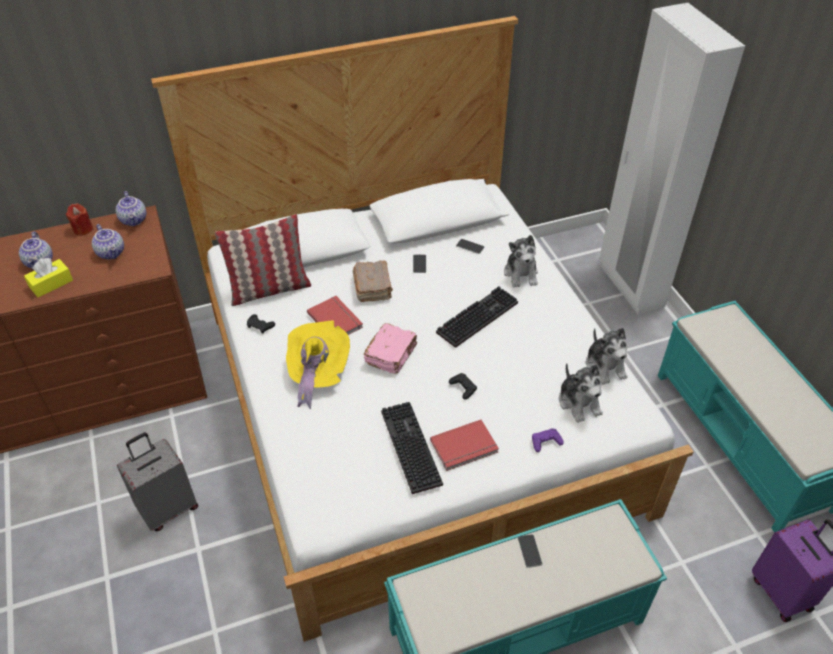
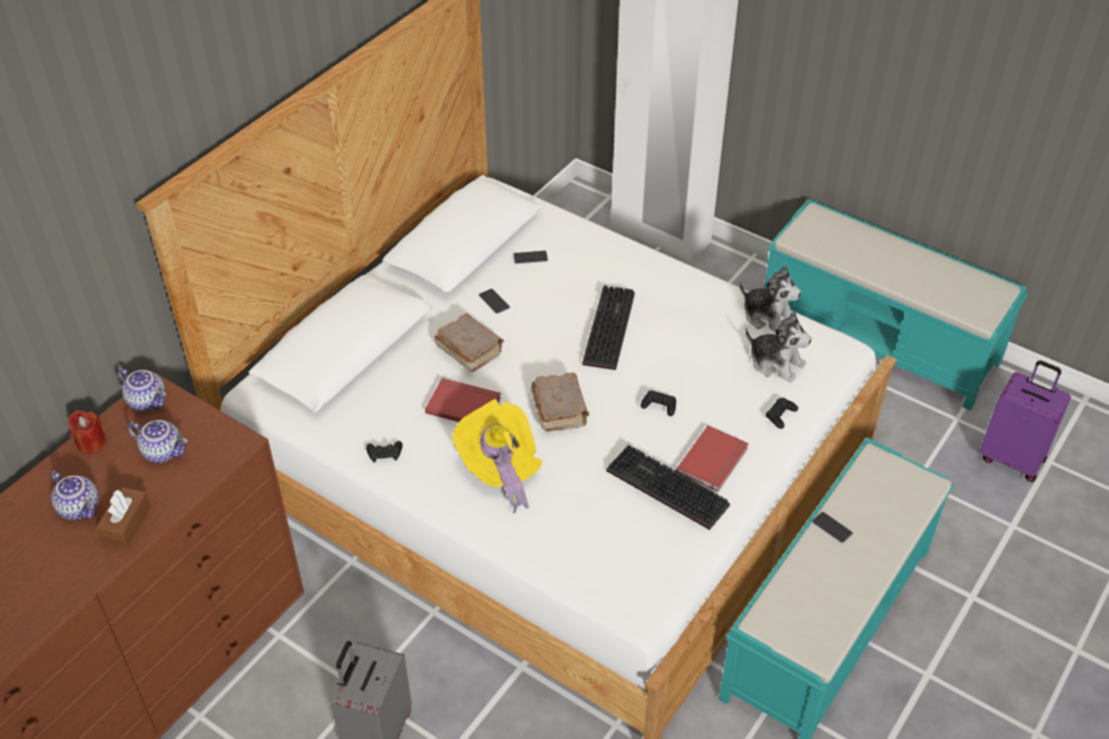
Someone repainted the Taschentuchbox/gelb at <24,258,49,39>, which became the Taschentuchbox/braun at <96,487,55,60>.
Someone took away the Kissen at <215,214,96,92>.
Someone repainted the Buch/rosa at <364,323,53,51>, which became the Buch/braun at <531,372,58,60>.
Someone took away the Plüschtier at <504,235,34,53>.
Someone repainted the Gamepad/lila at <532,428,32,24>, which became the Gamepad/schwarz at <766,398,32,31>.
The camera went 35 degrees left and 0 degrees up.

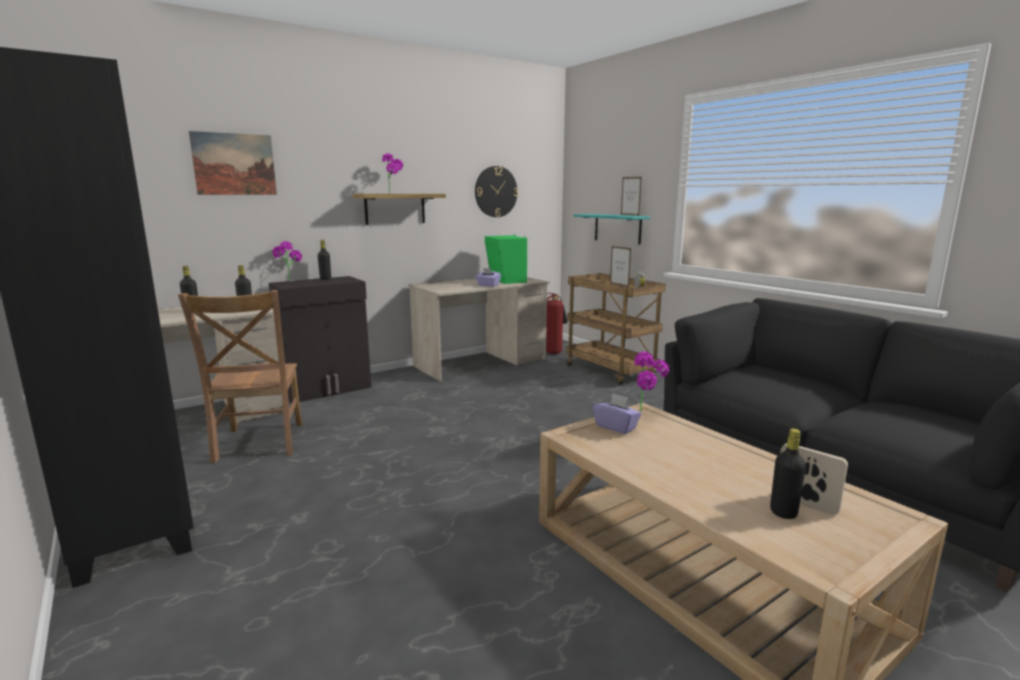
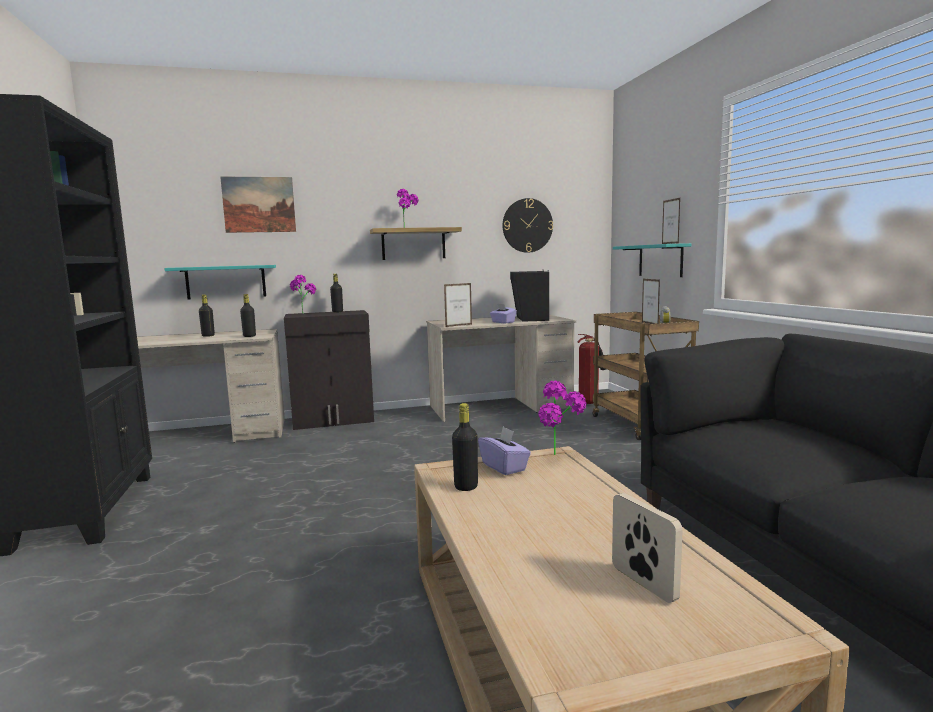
Someone took away the Stuhl/braun at <178,290,124,173>.
Someone repainted the Lautsprecher/grün at <485,234,42,50>, which became the Lautsprecher/schwarz at <510,271,39,51>.
Someone carried the Flasche/schwarz from <770,429,36,90> to <452,403,26,88>.
Someone put up the Wandregal/türkis at <164,265,112,35>.
Someone put down the Bilderrahmen at <444,283,28,44>.
The camera went 20 degrees right and 5 degrees down.

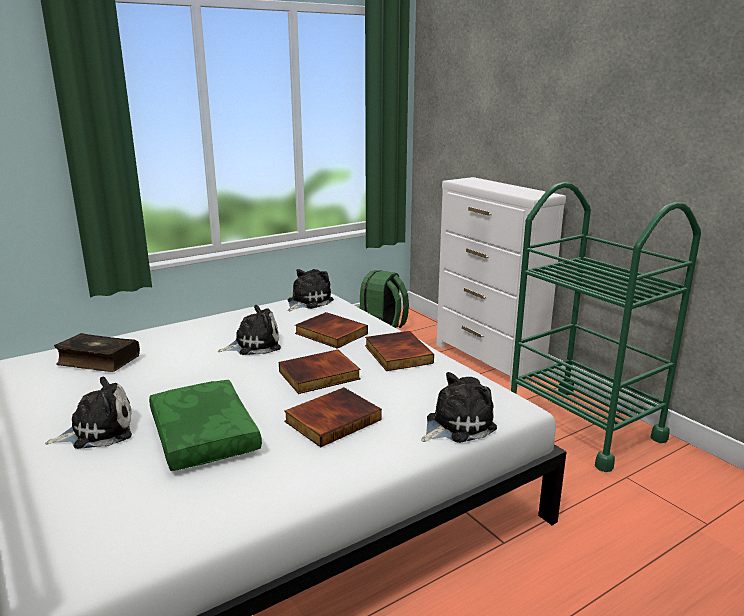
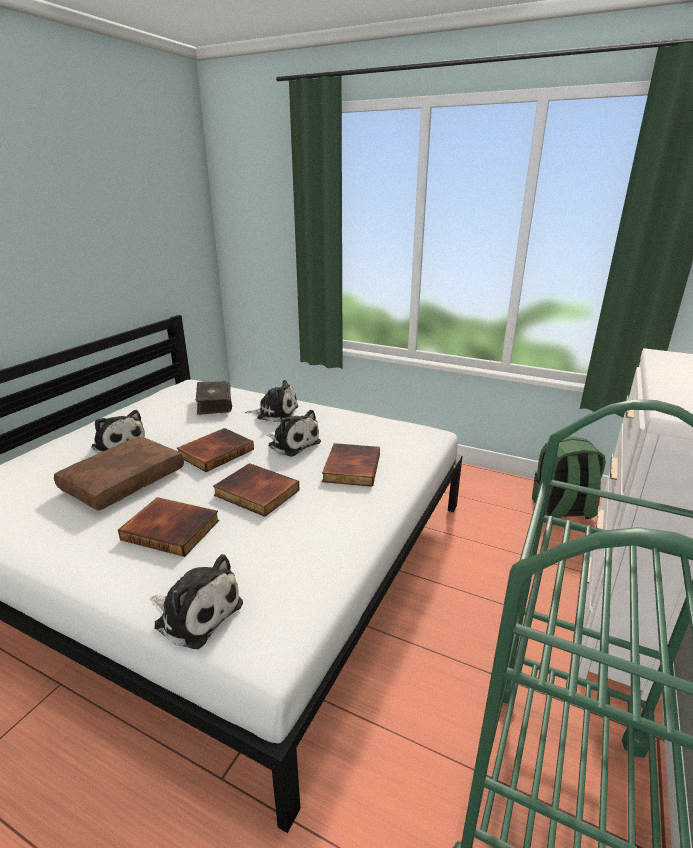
Someone repainted the Kissen/grün at <149,380,113,91>, which became the Kissen/braun at <54,436,130,75>.
Someone carried the Plüschtier from <288,269,46,42> to <245,380,53,42>.
Someone carried the Buch from <365,331,69,40> to <177,428,77,44>.
The camera went 60 degrees right and 5 degrees up.

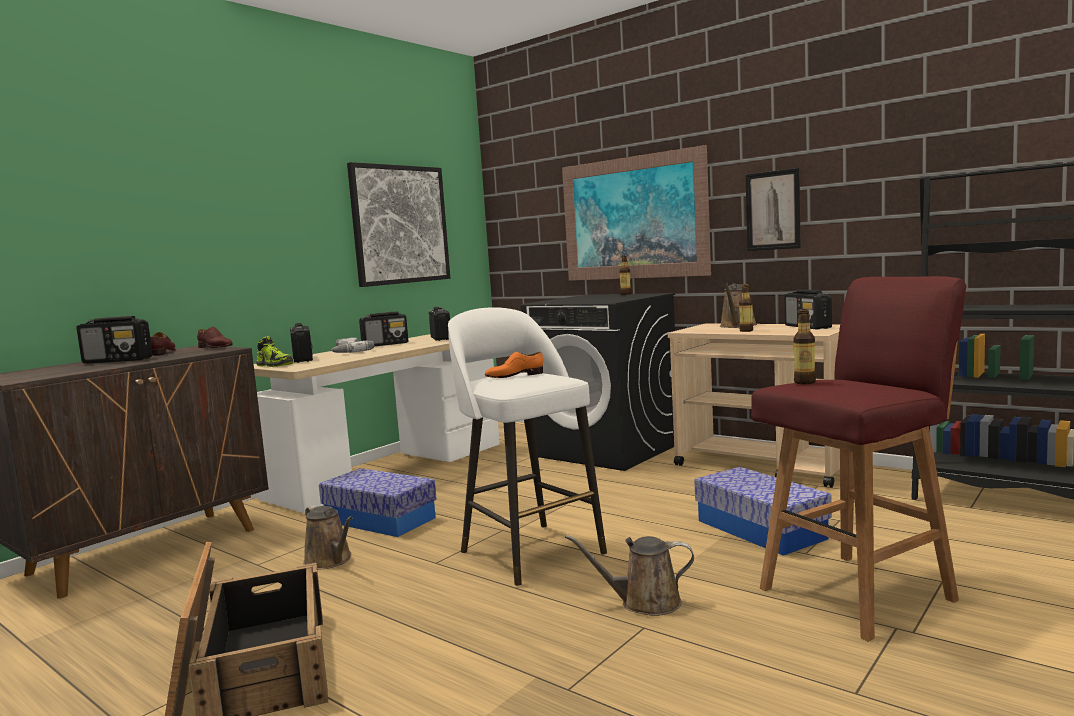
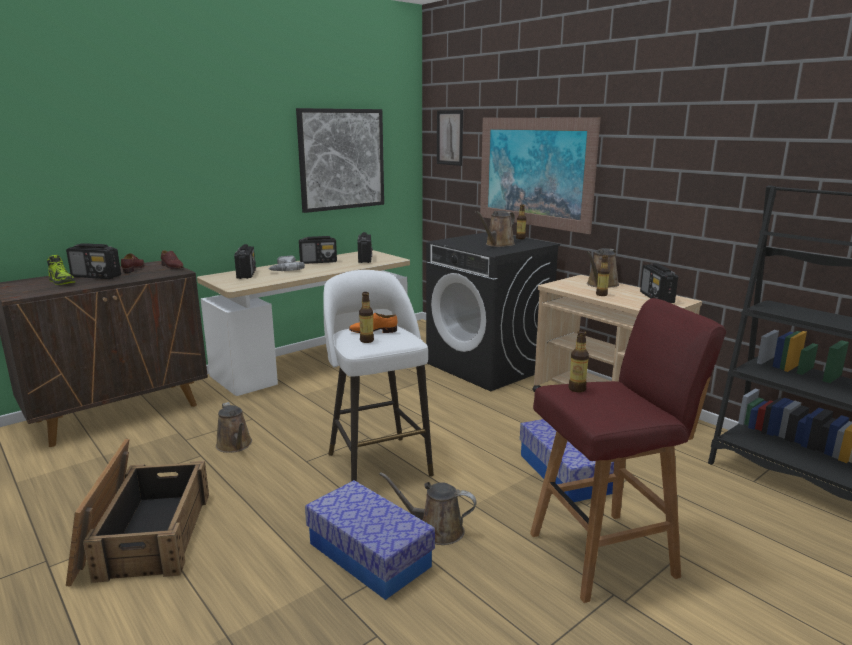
Someone carried the Schuh from <256,336,37,31> to <47,255,28,30>.
Someone carried the Aufbewahrungsbox from <319,468,118,69> to <305,480,130,120>.
Someone carried the Bild from <745,168,56,83> to <437,110,26,56>.
Someone put down the Flasche at <359,292,15,51>.
Someone put down the Gießkanne/braun at <476,211,39,36>.
The camera went 10 degrees right and 10 degrees up.

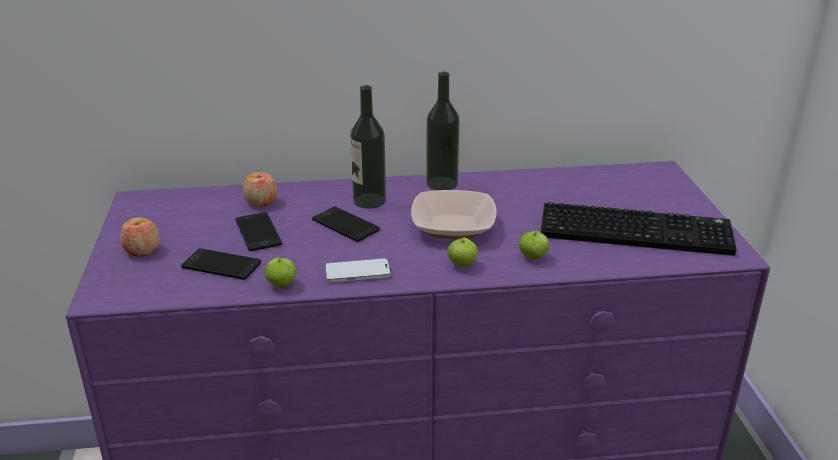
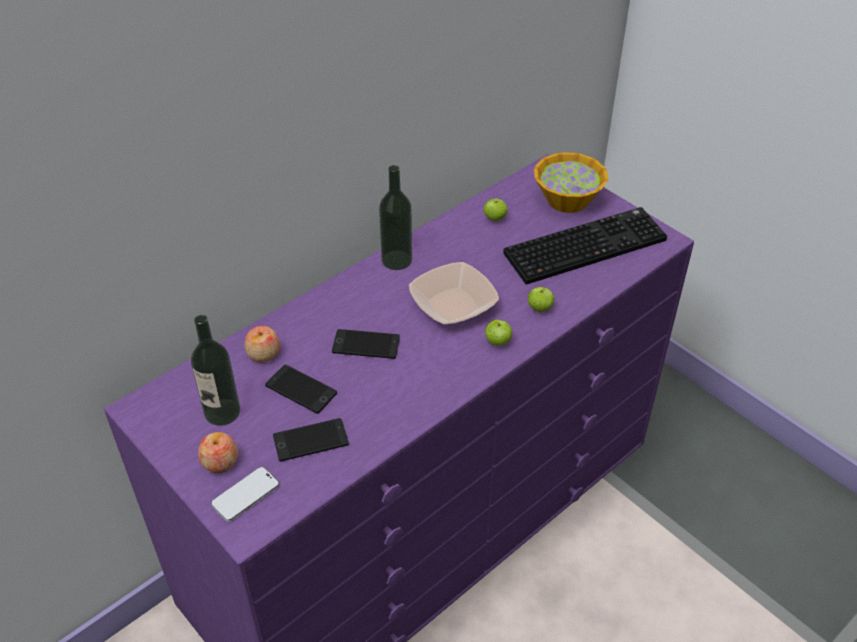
Someone carried the Apfel from <264,257,32,31> to <484,198,24,23>.
Someone carried the Handy from <325,258,66,24> to <211,467,68,55>.
Someone carried the Flasche from <350,85,36,124> to <191,315,49,111>.
Someone put down the Schüssel at <534,152,74,61>.
The camera went 35 degrees left and 15 degrees up.

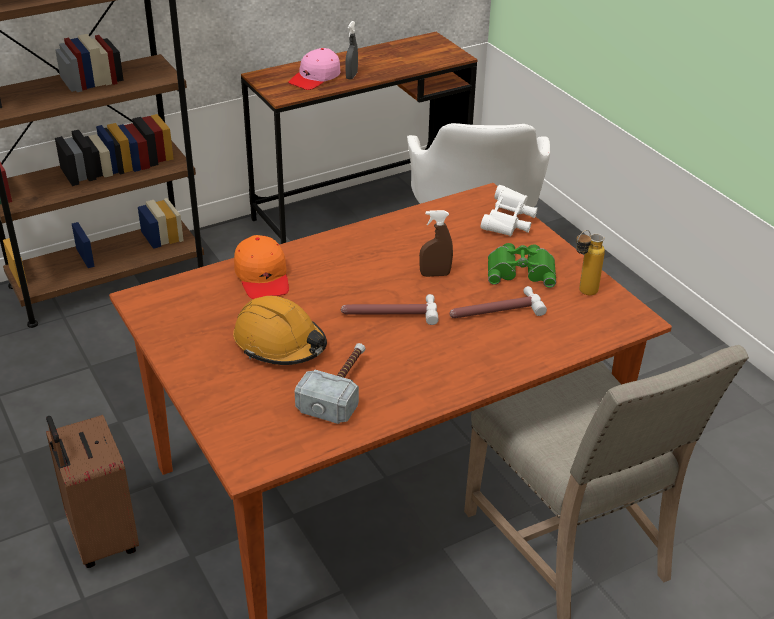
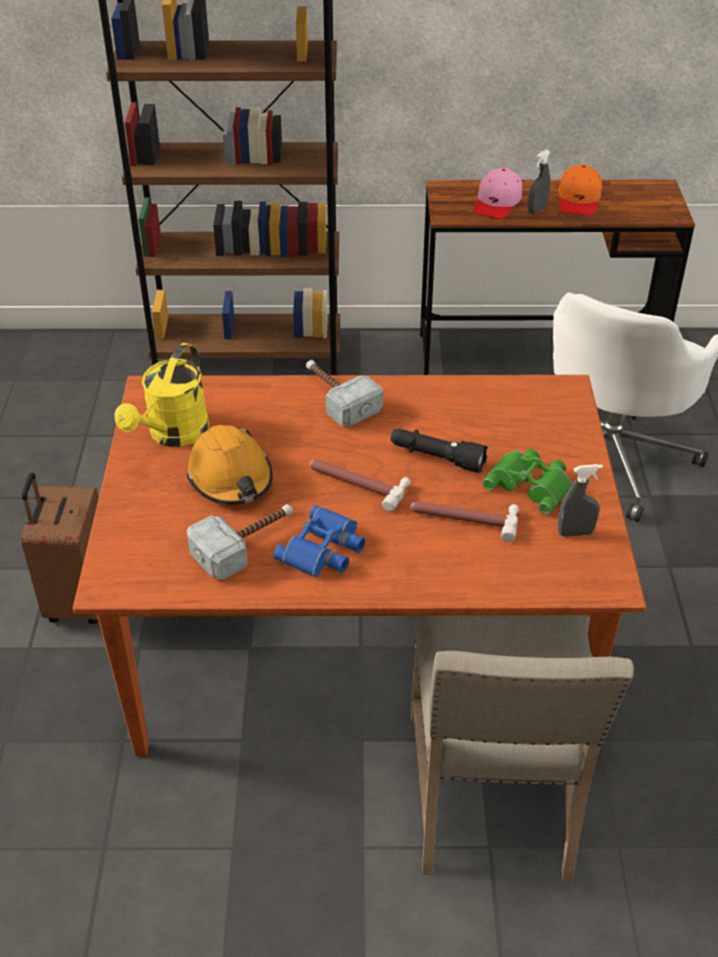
Someone carried the Kappe/orange from <234,235,55,64> to <559,164,43,51>.
Someone rotated the Kappe/rosa at <288,48,52,42> by 45 degrees counterclockwise.
Someone swapped the Sprühflasche/braun at <419,210,34,67> for the Taschenlampe/schwarz at <391,429,97,44>.
Someone took away the Fernglas/weiß at <481,185,57,52>.
Someone swapped the Flasche at <576,230,29,65> for the Sprühflasche/grau at <558,464,45,73>.
Someone put down the Gießkanne/gelb at <114,343,95,104>.
Someone put down the Fernglas/blau at <273,505,92,72>.
Someone put down the Hammer at <306,360,77,66>.
The camera went 30 degrees right and 5 degrees up.

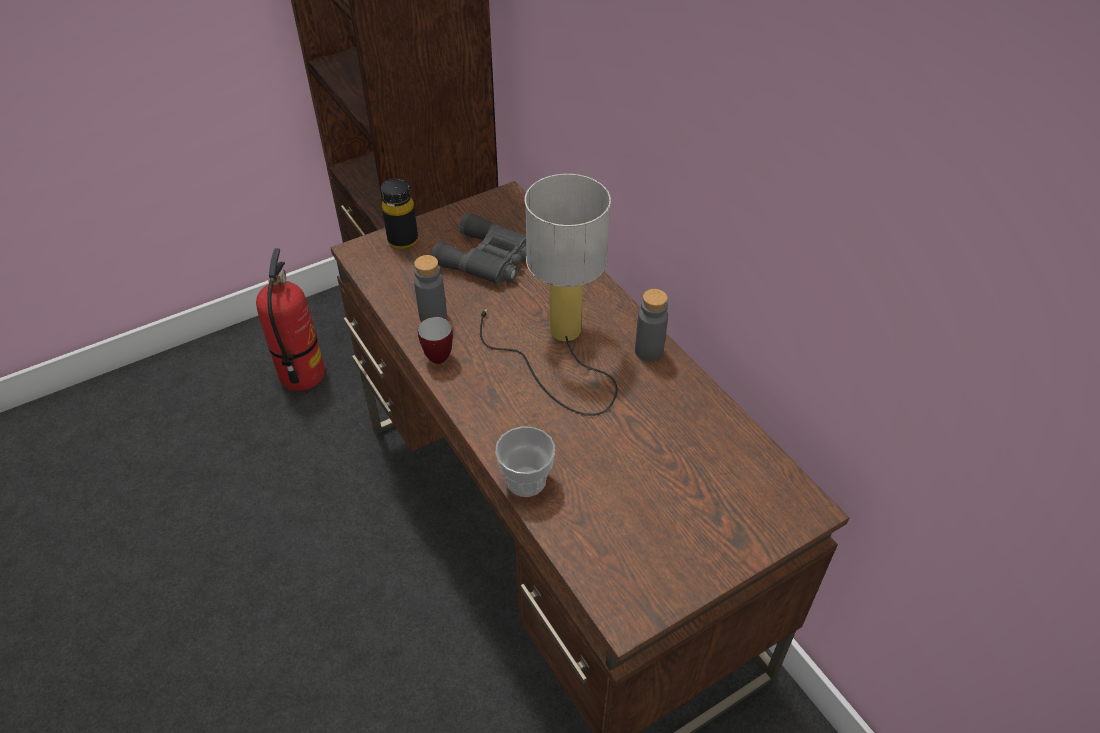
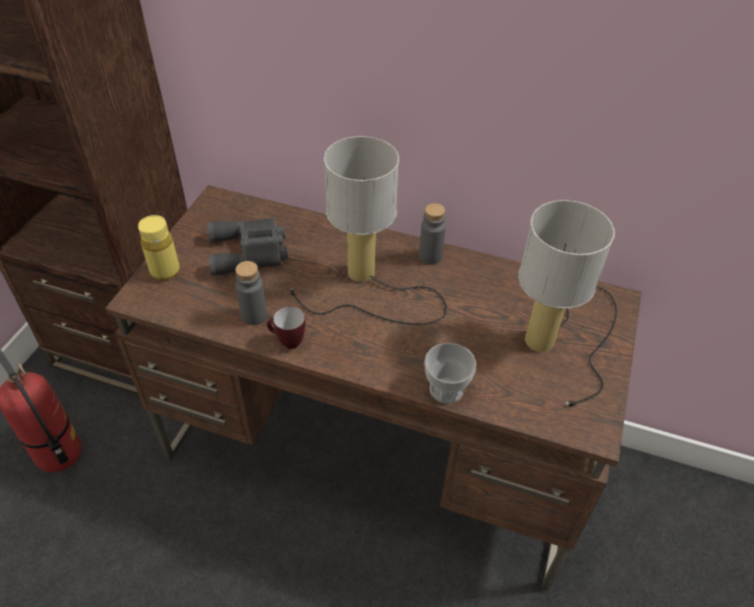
Someone repainted the Flasche/schwarz at <381,178,37,71>, which became the Flasche/gelb at <138,215,42,66>.
Someone put down the Tischlampe at <518,200,99,207>.
The camera went 40 degrees left and 0 degrees up.

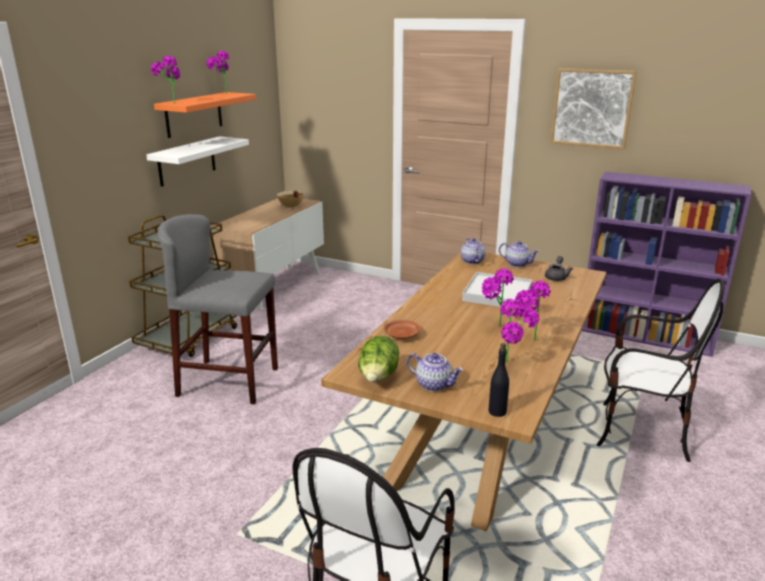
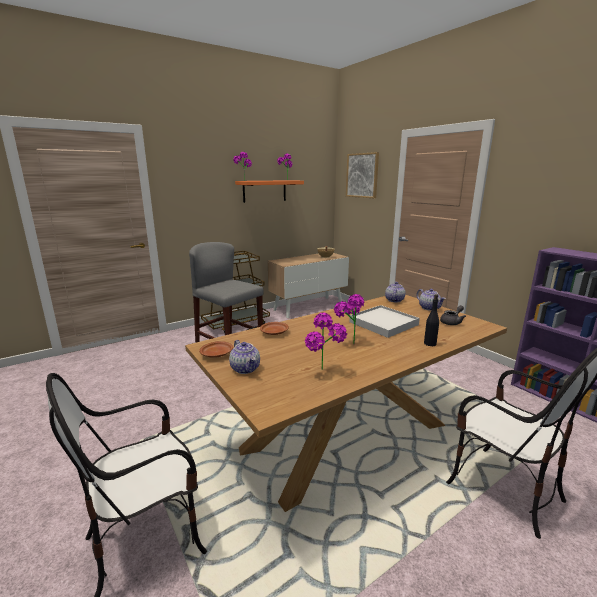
Someone took away the Wandregal/weiß at <146,136,103,51>.
Someone swapped the Salatkopf at <358,335,41,47> for the Teller/braun at <199,341,34,17>.
Someone carried the Flasche/schwarz from <488,343,21,74> to <424,294,15,52>.
Someone took away the Topfpflanze at <515,281,36,60>.
Someone carried the Bild from <550,68,87,81> to <346,152,33,46>.
The camera went 30 degrees right and 5 degrees down.

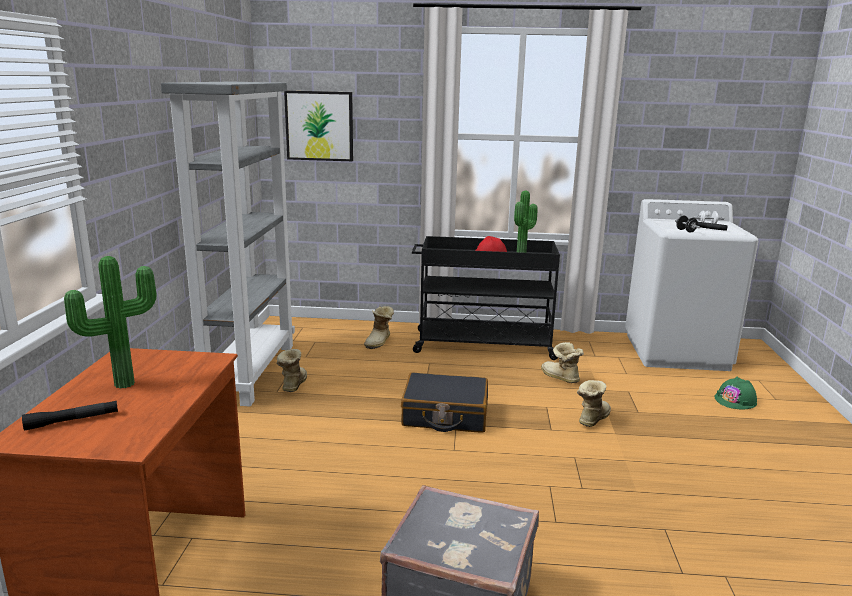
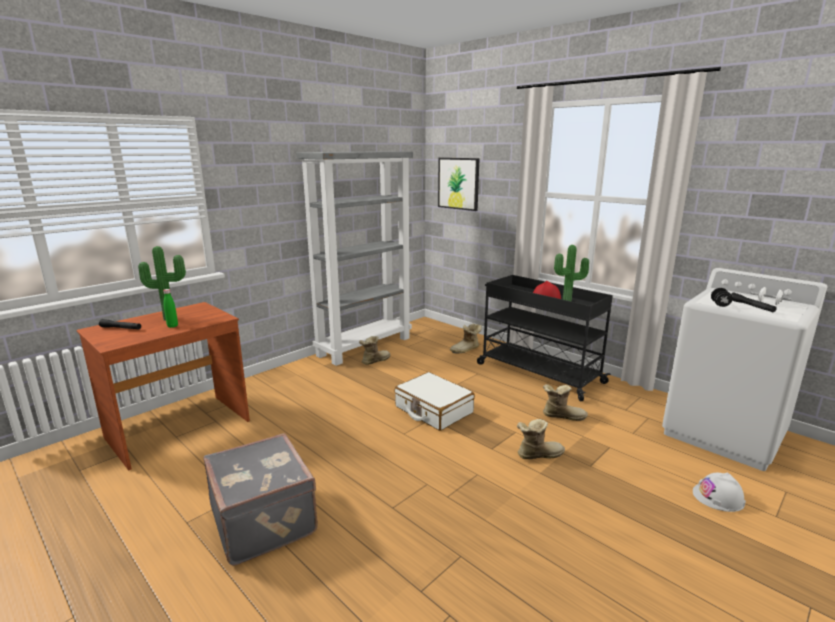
Someone repainted the Koffer/schwarz at <401,372,87,61>, which became the Koffer/weiß at <394,372,81,59>.
Someone rotated the Stiefel at <541,342,43,41> by 90 degrees clockwise.
Someone repainted the Schutzhelm/grün at <715,377,42,33>, which became the Schutzhelm/weiß at <693,473,53,39>.
Someone put down the Flasche/grün at <163,289,15,39>.
The camera went 40 degrees right and 0 degrees up.

